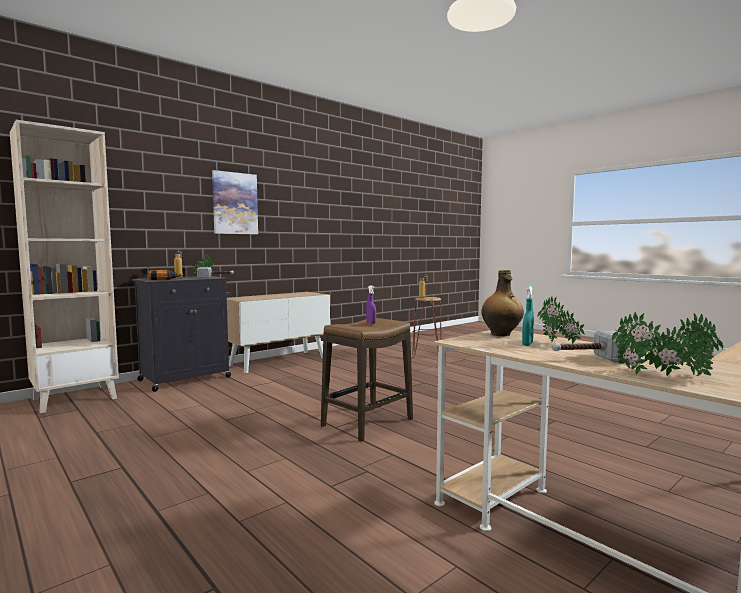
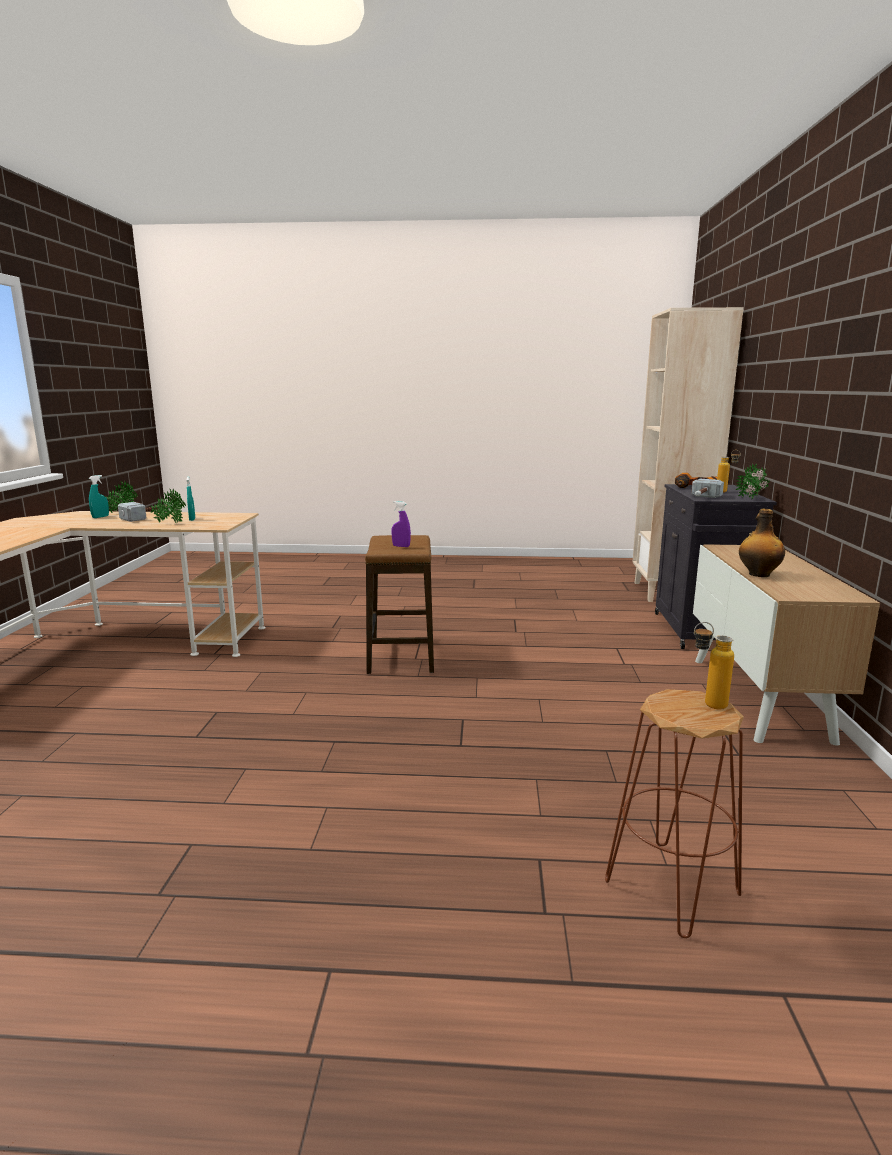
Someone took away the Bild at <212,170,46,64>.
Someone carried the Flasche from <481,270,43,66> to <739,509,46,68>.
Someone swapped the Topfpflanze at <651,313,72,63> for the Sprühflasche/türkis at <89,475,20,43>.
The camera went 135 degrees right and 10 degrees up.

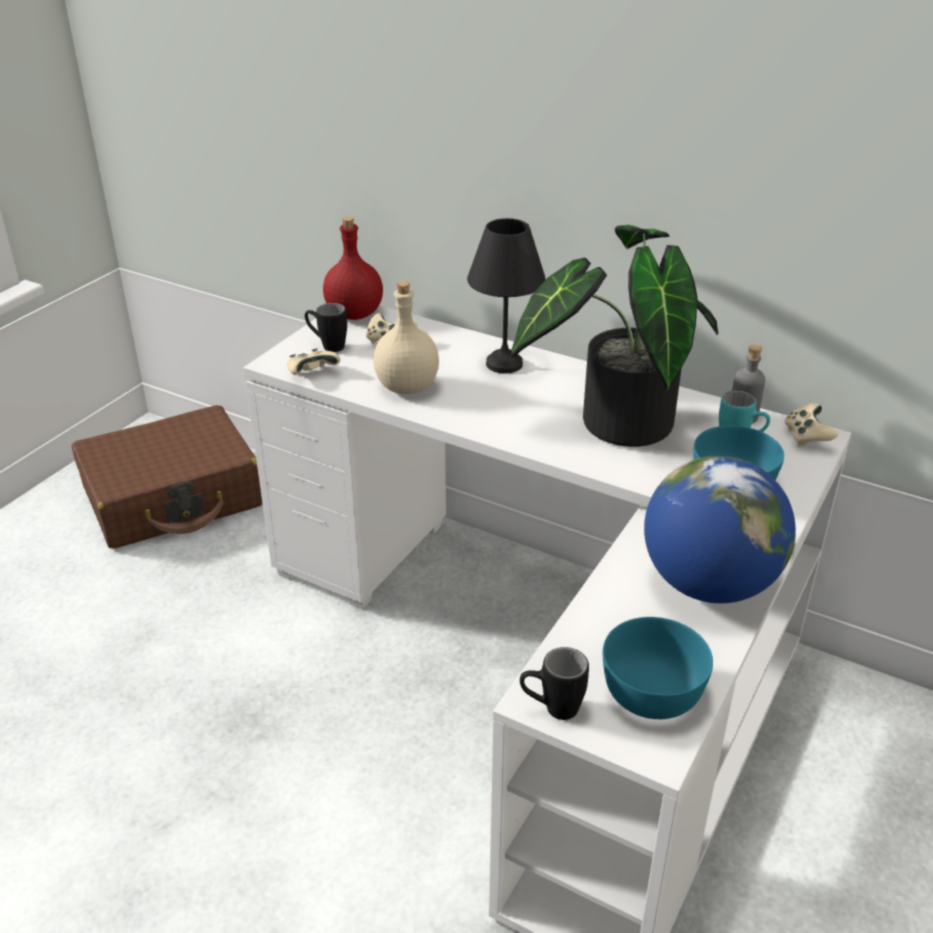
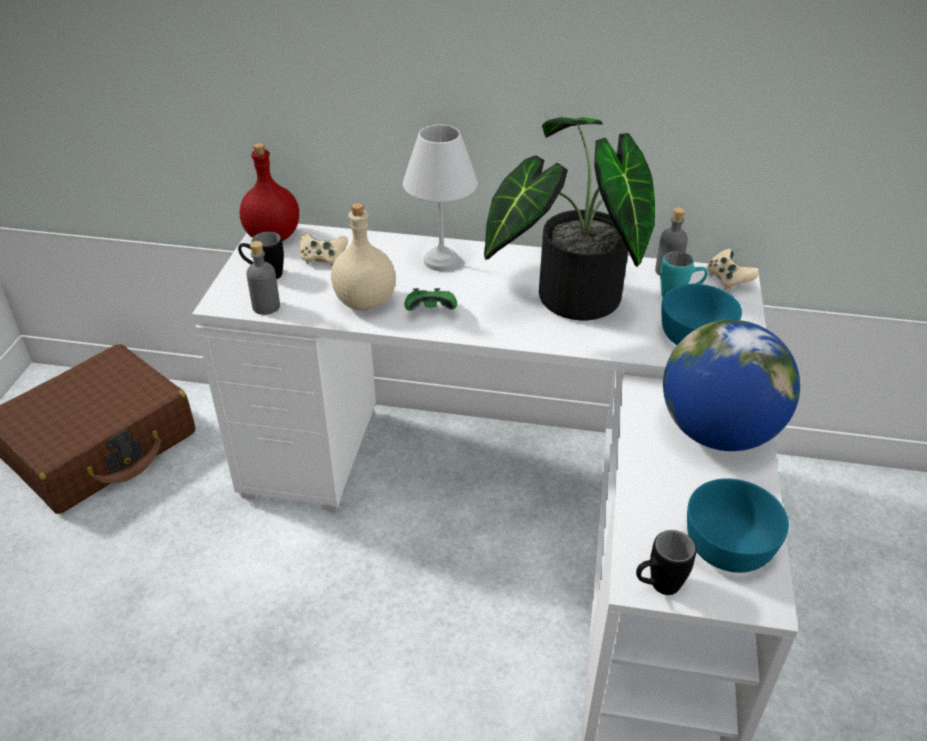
Someone swapped the Gamepad/beige at <287,348,53,27> for the Flasche/grau at <246,241,34,74>.
Someone repainted the Tischlampe/schwarz at <467,218,79,156>, which became the Tischlampe/weiß at <403,125,75,146>.
Someone put down the Gamepad/grün at <404,288,53,23>.
The camera went 20 degrees left and 5 degrees up.

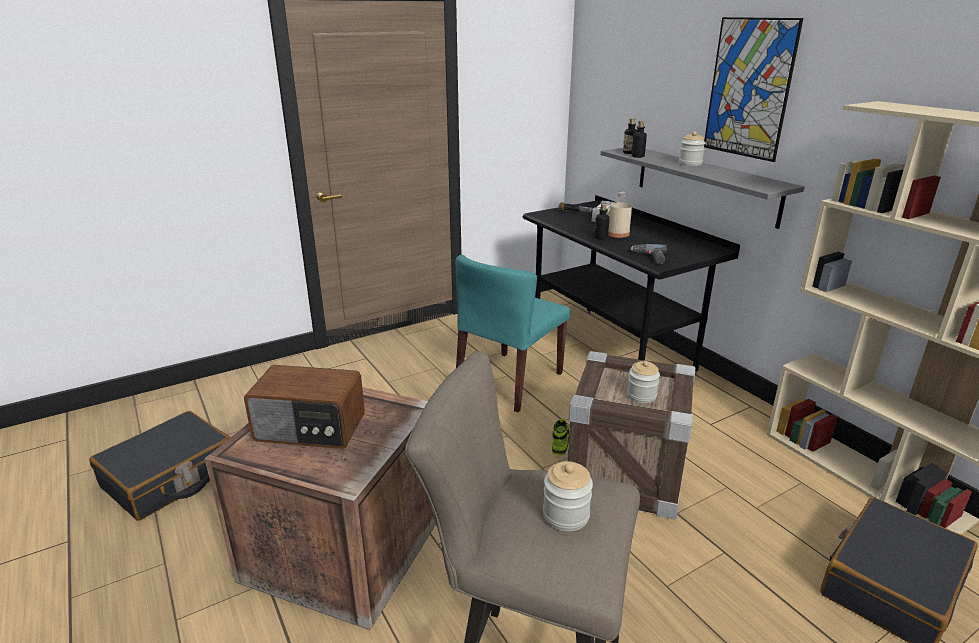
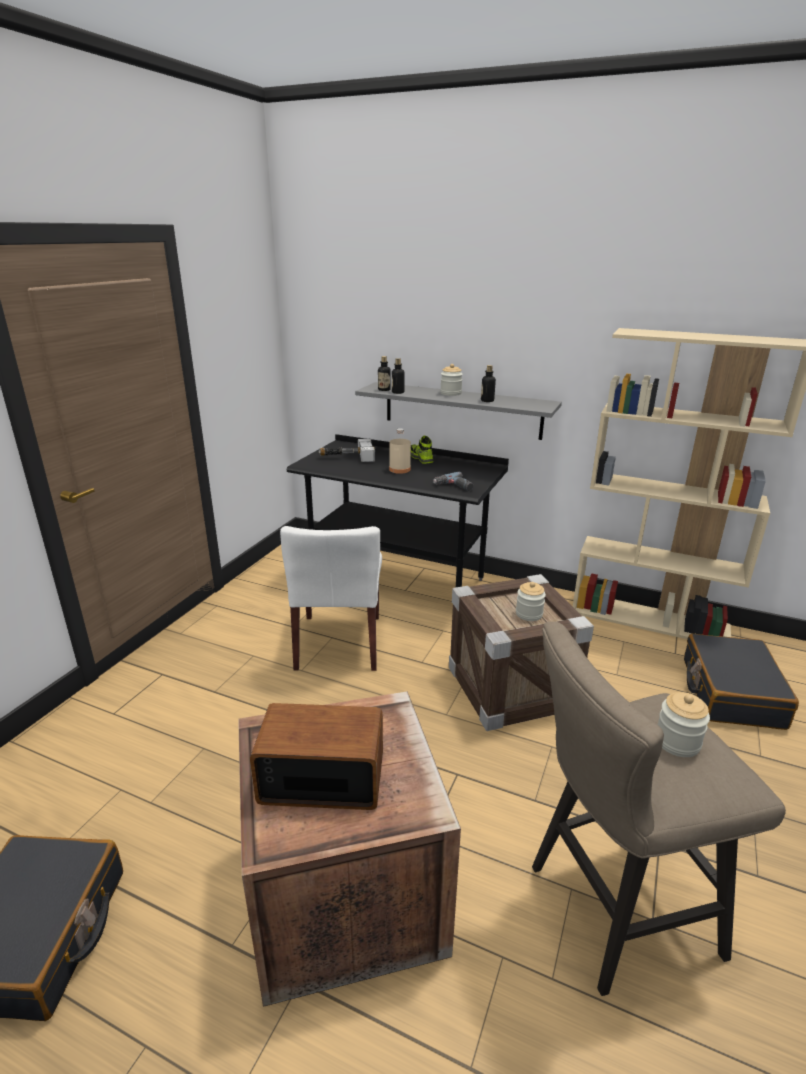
Someone rotated the Radio at <244,365,121,84> by 150 degrees counterclockwise.
Someone repainted the Stuhl/türkis at <456,255,114,157>, which became the Stuhl/weiß at <280,526,102,145>.
Someone carried the Schuh from <552,419,18,36> to <411,436,22,28>.
Someone carried the Flasche from <594,204,16,36> to <481,365,15,37>.
Someone took away the Bild at <704,17,99,145>.
The camera went 35 degrees left and 0 degrees up.

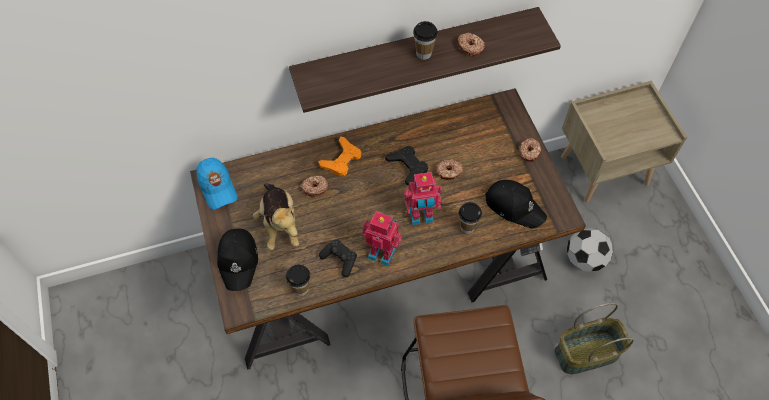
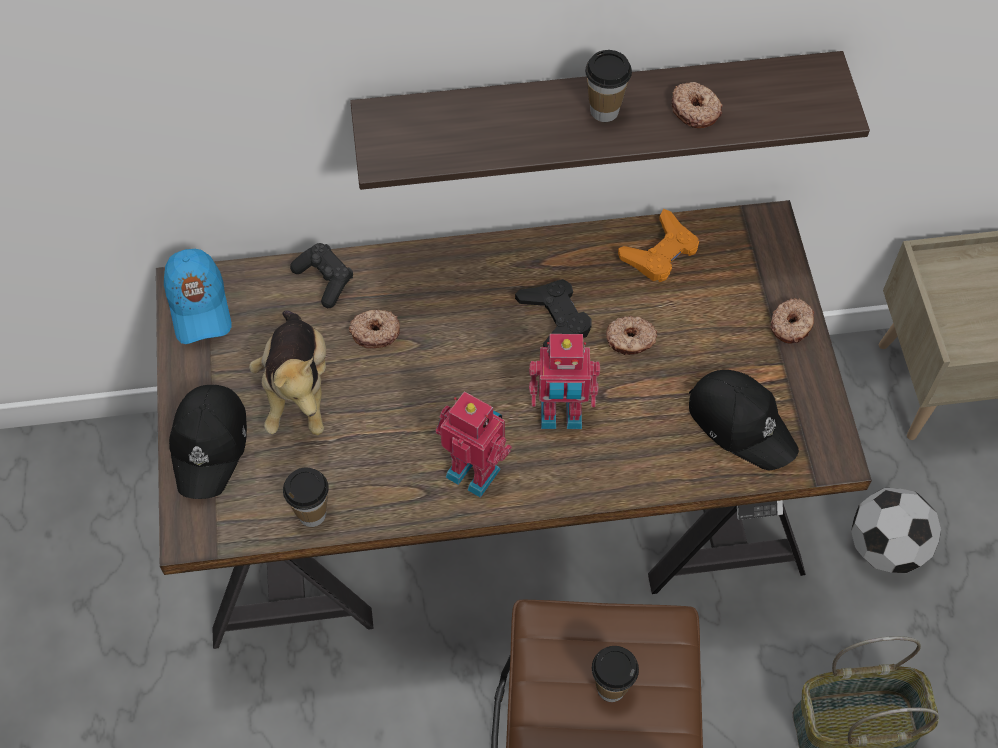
Someone carried the Gamepad/orange from <318,136,43,41> to <618,209,81,73>.
Someone carried the Gamepad/schwarz from <319,240,38,37> to <290,243,63,65>.
Someone carried the Tasse from <459,202,23,32> to <592,646,47,56>.
The camera went 10 degrees right and 0 degrees up.

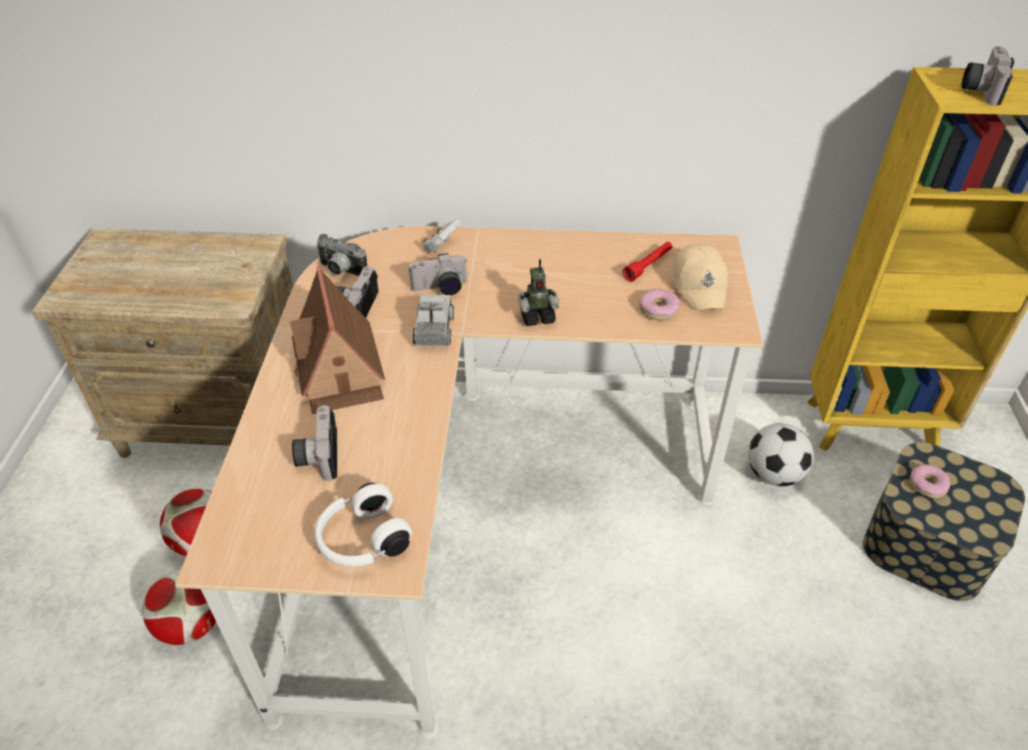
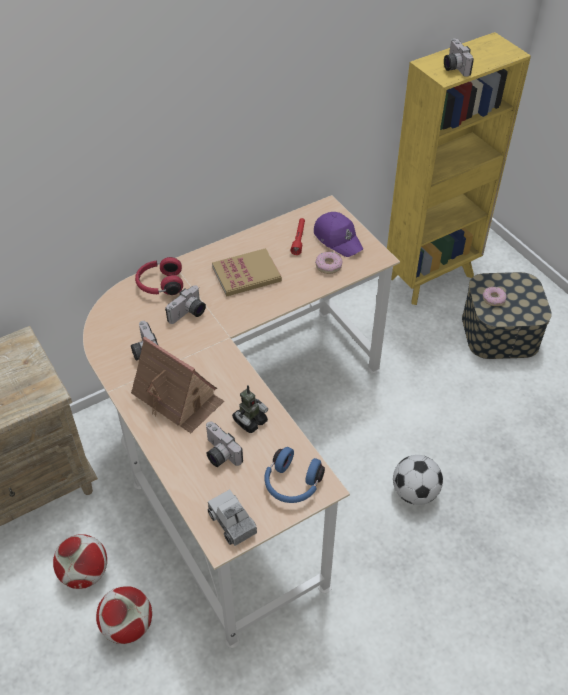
Someone repainted the Kopfhörer/weiß at <314,483,98,84>, which became the Kopfhörer/blau at <264,447,61,56>.
Someone took away the Kamera at <316,234,51,42>.
Someone carried the Spielzeuglaster from <413,295,41,51> to <207,489,50,57>.
Someone swapped the Gamepad/weiß at <423,219,38,34> for the Kopfhörer/rot at <135,257,48,38>.
Someone carried the Spielzeugroboter from <518,259,41,67> to <232,385,36,48>.
Someone repainted the Kappe/beige at <672,244,56,66>, which became the Kappe/lila at <314,212,49,45>.
Someone carried the Fußball from <748,423,66,63> to <393,455,50,50>.
Someone put down the Buch at <212,248,70,49>.
The camera went 35 degrees left and 5 degrees up.

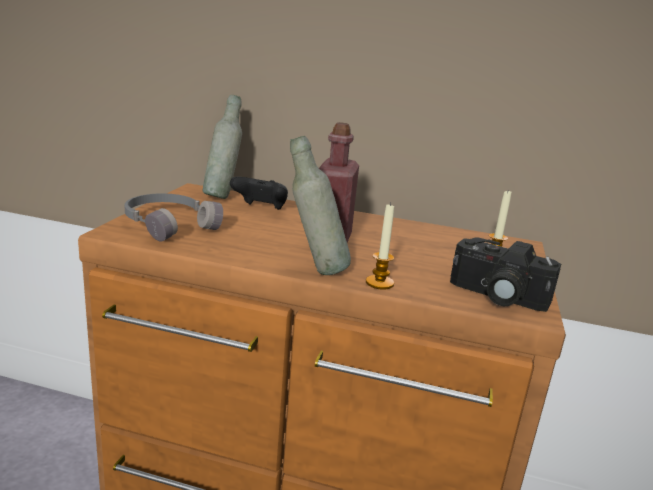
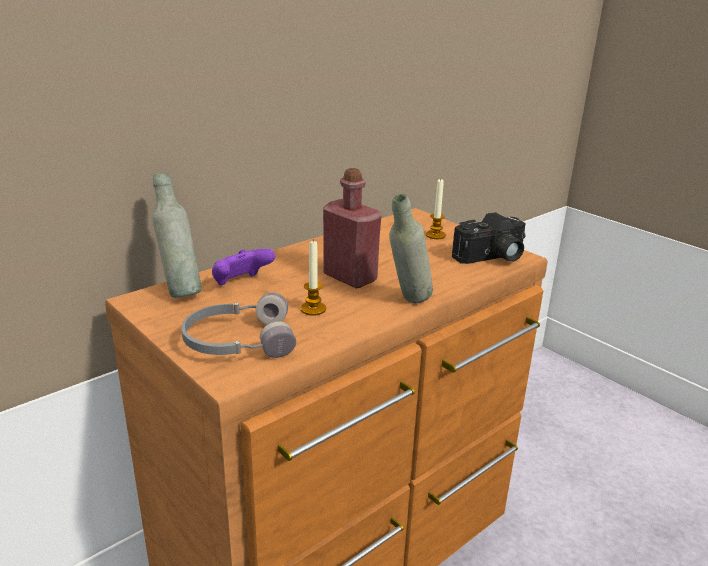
Someone repainted the Gamepad/schwarz at <230,177,58,33>, which became the Gamepad/lila at <212,249,63,36>.
Someone carried the Kerze from <366,202,28,88> to <301,239,25,77>.
The camera went 55 degrees left and 5 degrees up.

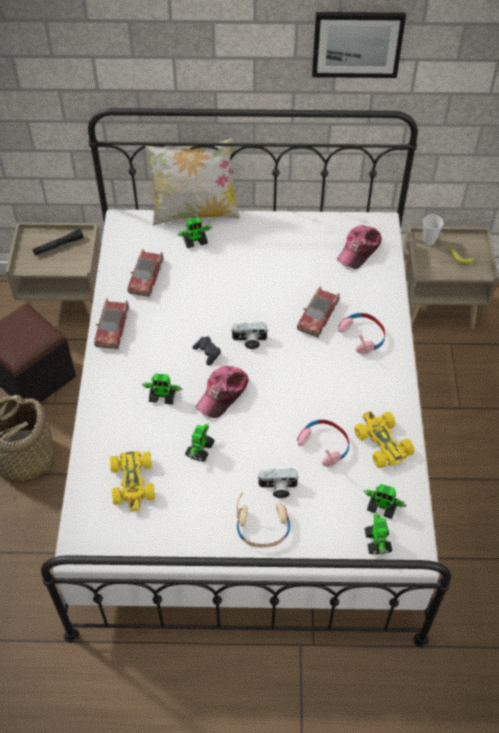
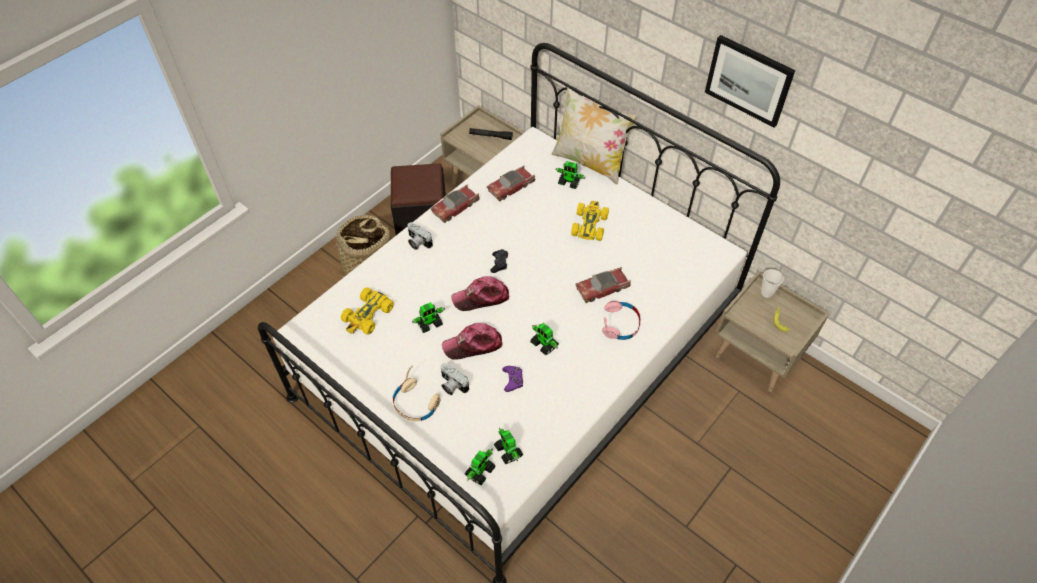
Someone carried the Spielzeugroboter from <142,373,40,31> to <530,323,29,33>.
Someone carried the Kamera from <231,322,37,27> to <408,222,25,28>.
Someone swapped the Kopfhörer/rosa at <297,420,52,47> for the Gamepad/lila at <502,366,21,26>.
Someone carried the Kappe from <337,225,45,44> to <442,323,61,37>.
Someone carried the Spielzeugauto/gelb from <354,411,61,57> to <571,201,38,40>.
The camera went 40 degrees right and 0 degrees up.

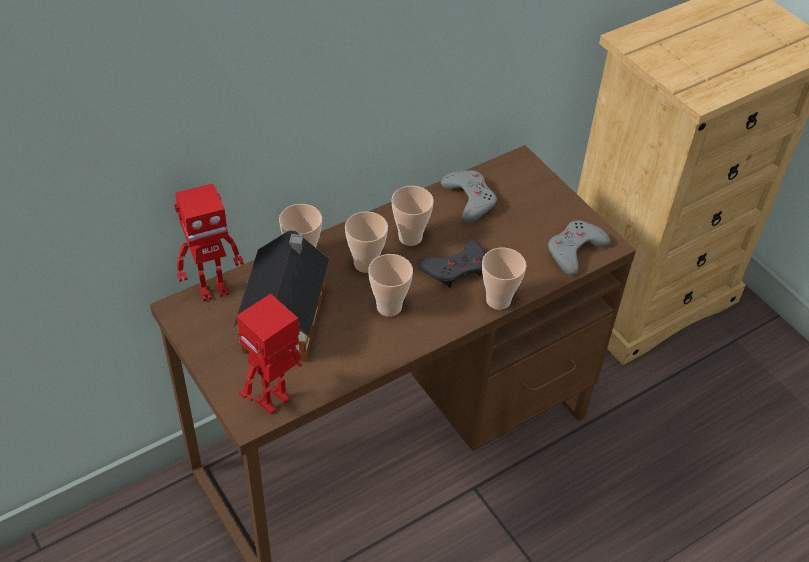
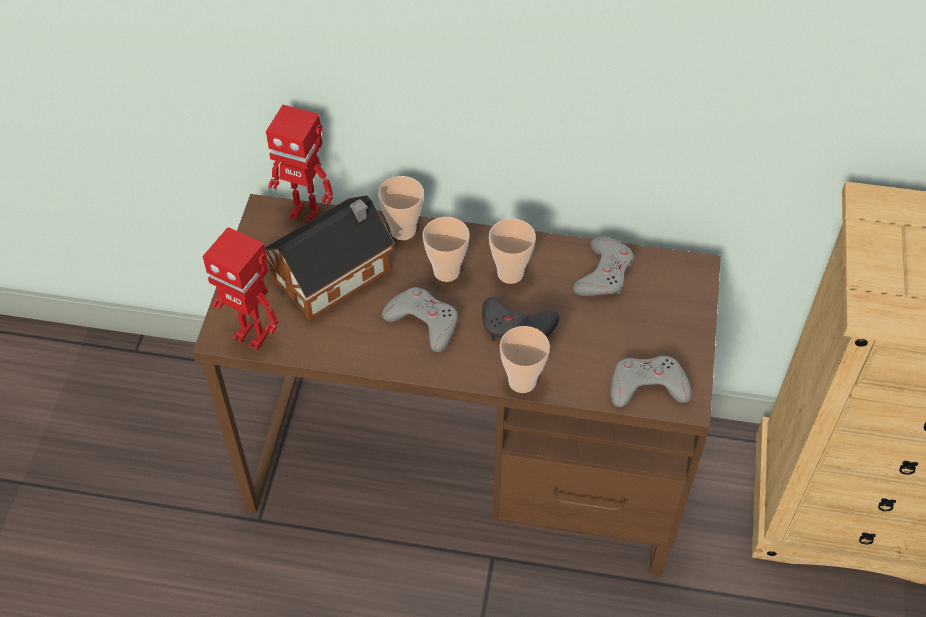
Someone rotated the Spielzeugroboter at <237,293,65,121> by 150 degrees counterclockwise.
Someone swapped the Tasse at <368,254,45,63> for the Gamepad/grau at <382,287,76,65>.
The camera went 45 degrees right and 5 degrees up.

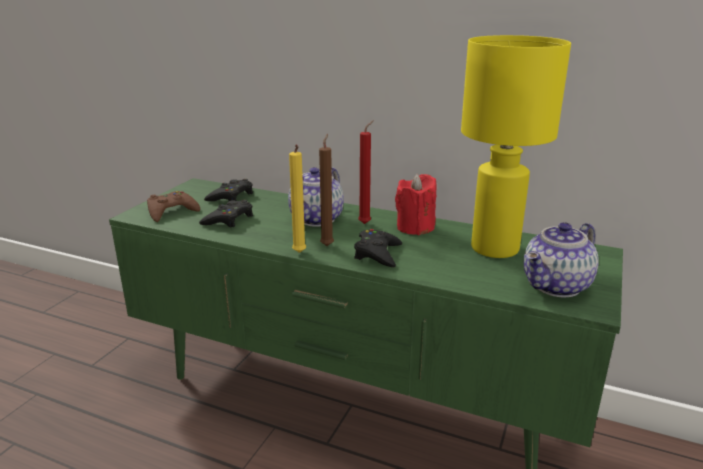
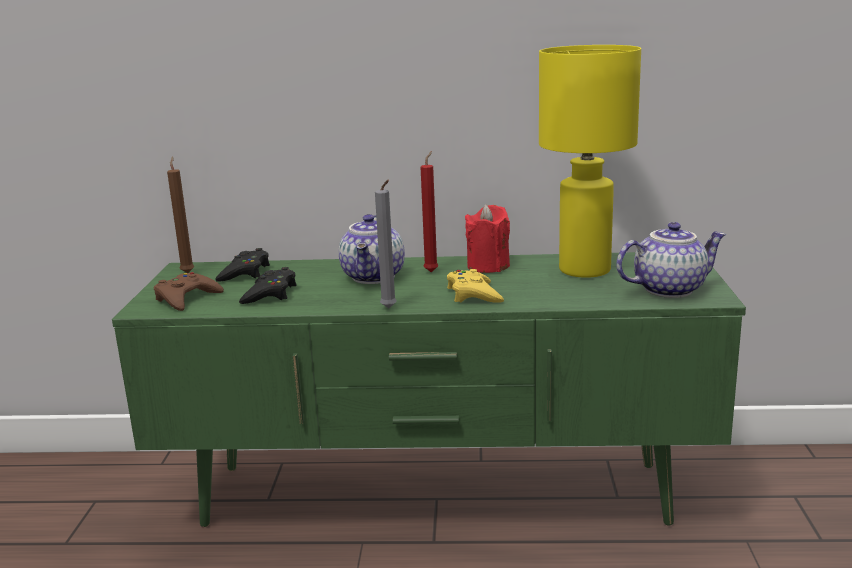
Someone repainted the Kerze/gelb at <289,145,17,108>, which became the Kerze/grau at <375,180,22,128>.
Someone carried the Kerze/braun from <319,134,15,112> to <167,156,27,117>.
Someone repainted the Gamepad/schwarz at <354,229,48,38>, which became the Gamepad/gelb at <447,269,57,34>.
Someone rotated the Teekanne at <524,222,75,75> by 135 degrees counterclockwise.
The camera went 20 degrees left and 5 degrees down.

